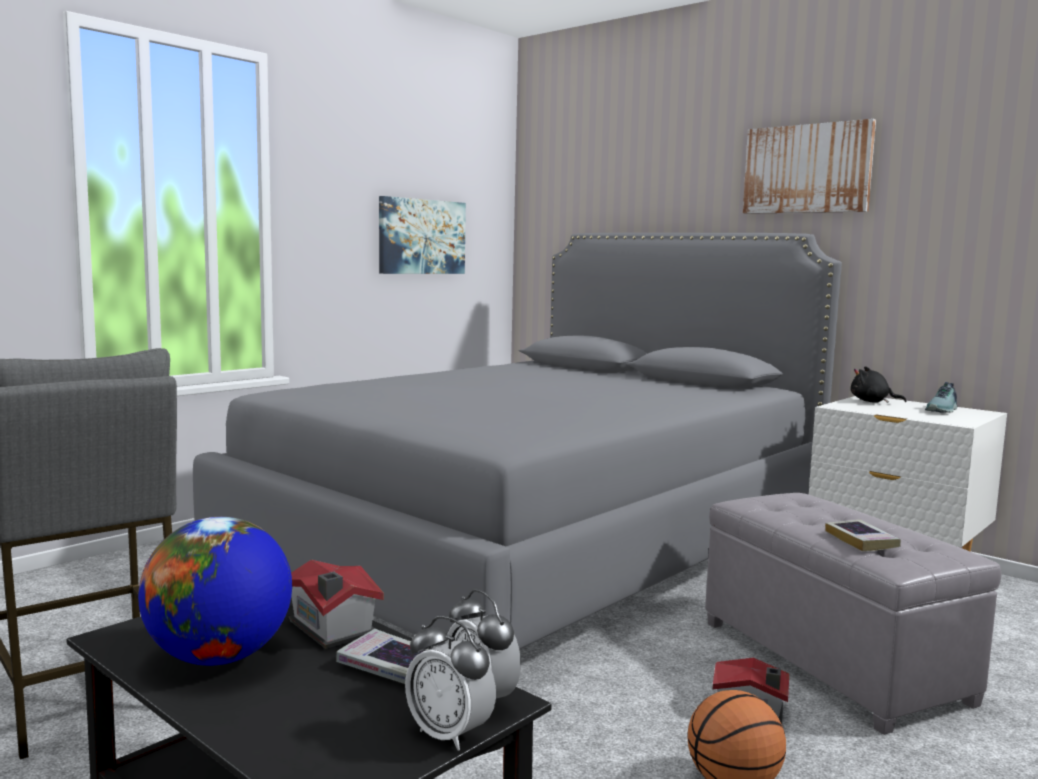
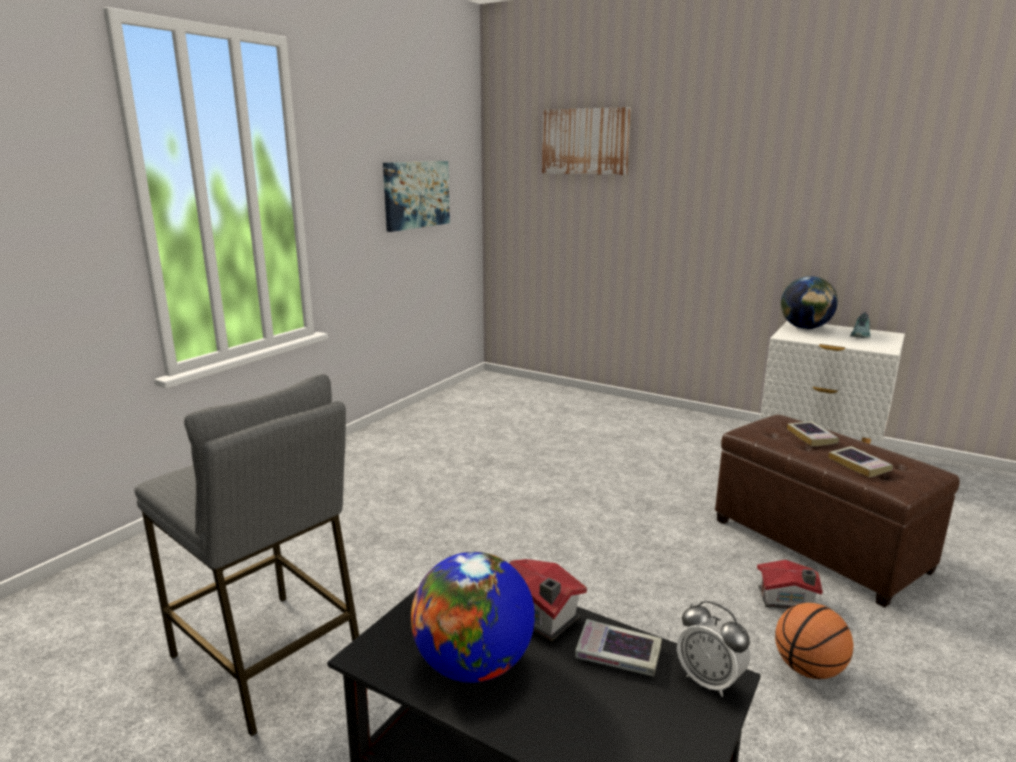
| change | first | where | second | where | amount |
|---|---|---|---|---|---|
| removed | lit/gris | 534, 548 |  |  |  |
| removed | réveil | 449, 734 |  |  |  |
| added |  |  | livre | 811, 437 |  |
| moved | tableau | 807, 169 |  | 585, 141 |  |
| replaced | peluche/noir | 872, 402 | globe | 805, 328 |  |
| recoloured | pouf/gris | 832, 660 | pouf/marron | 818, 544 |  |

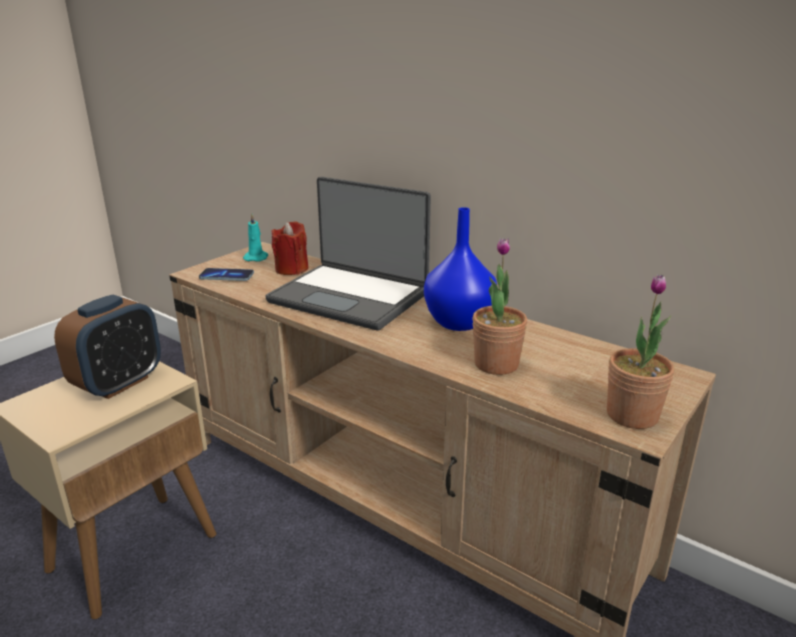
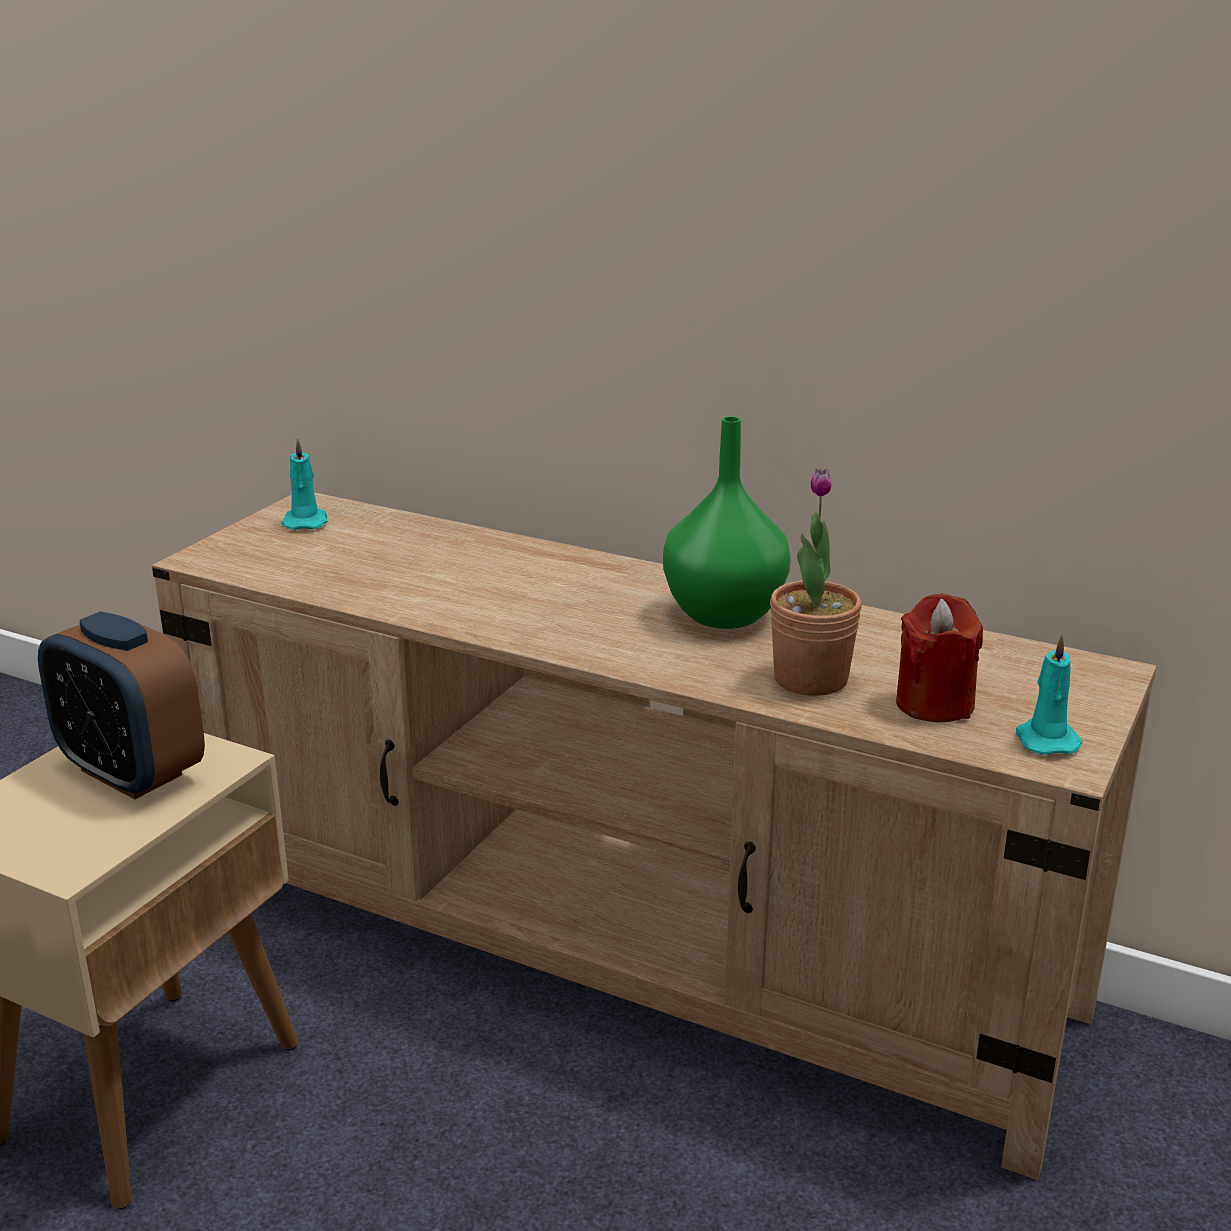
| change | first | where | second | where | amount |
|---|---|---|---|---|---|
| removed | téléphone | 226, 276 |  |  |  |
| removed | ordinateur portable | 350, 297 |  |  |  |
| moved | bougie/rouge | 291, 269 |  | 934, 704 |  |
| replaced | plante en pot | 632, 415 | bougie/turquoise | 1045, 739 |  |
| recoloured | vase/bleu | 457, 323 | vase/vert | 722, 615 |  |
| turned | réveil | 118, 383 |  | 131, 773 | 105 degrees clockwise |

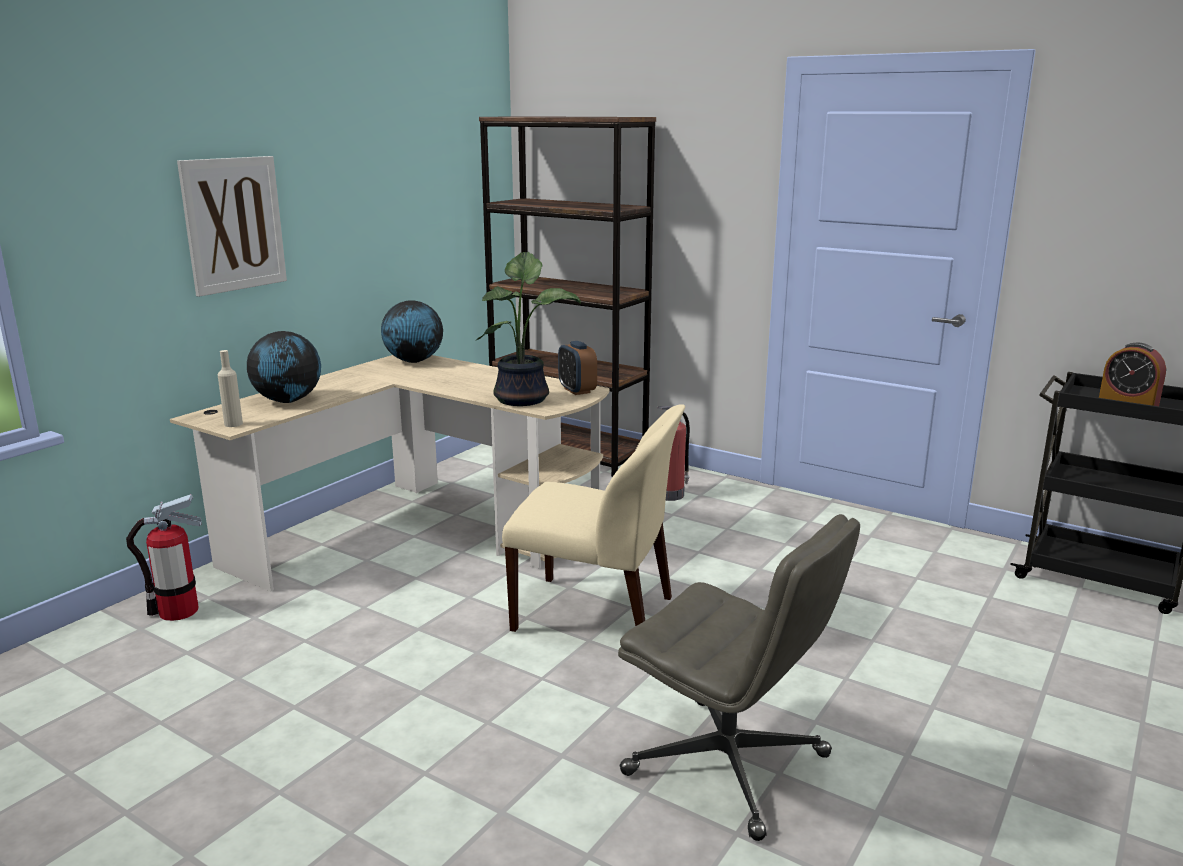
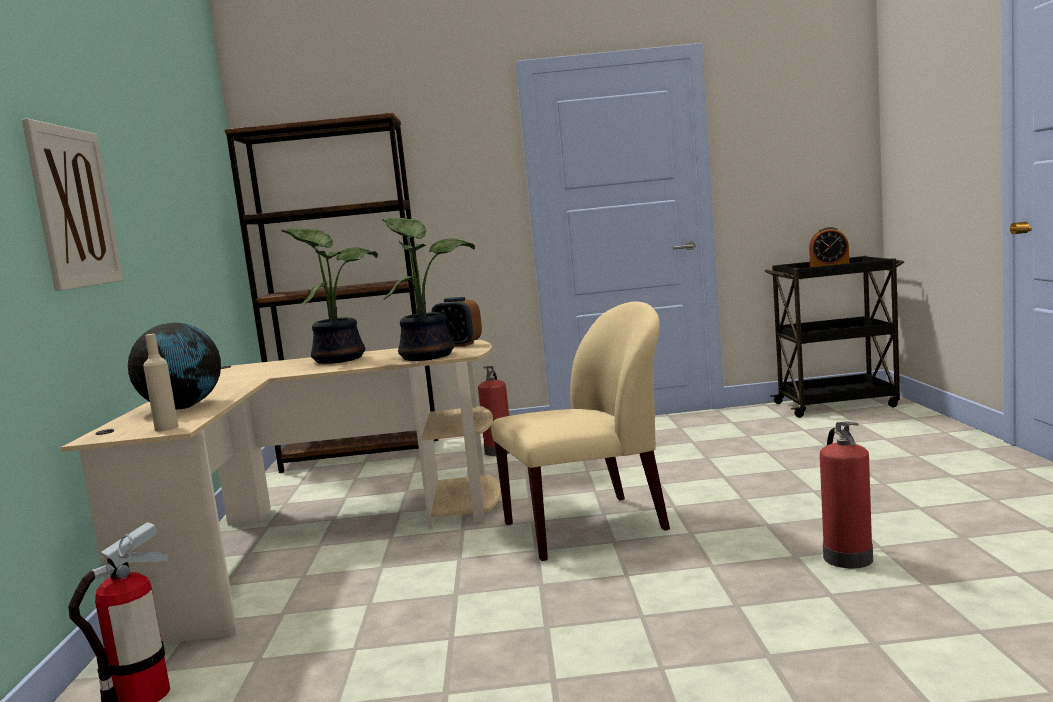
| change | first | where | second | where | amount |
|---|---|---|---|---|---|
| removed | globe | 413, 361 |  |  |  |
| added |  |  | plante en pot | 339, 359 |  |
| replaced | chaise de bureau/gris | 729, 765 | extincteur | 846, 557 |  |

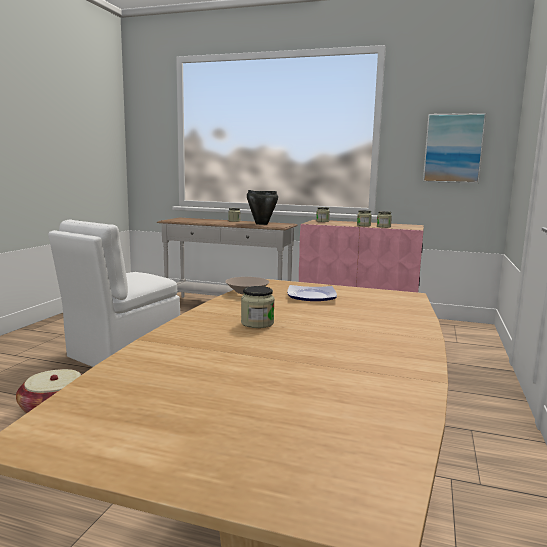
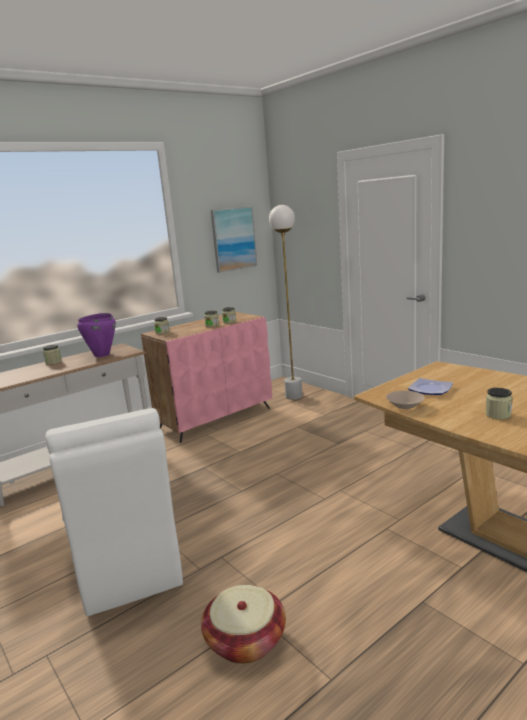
| change | first | where | second | where | amount |
|---|---|---|---|---|---|
| added |  |  | lampadaire/blanc | 294, 396 |  |
| recoloured | marmite/noir | 261, 224 | marmite/violet | 101, 355 |  |

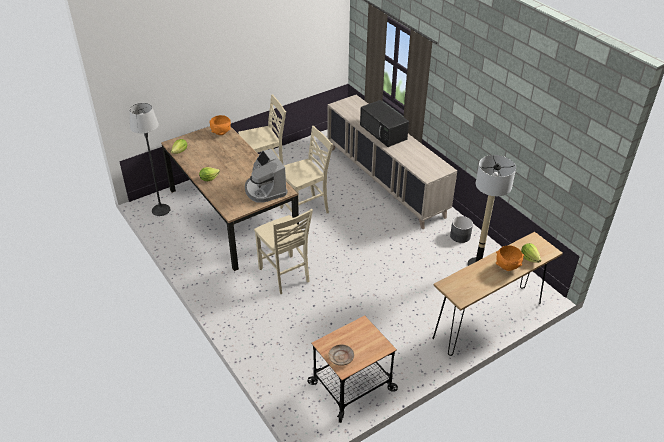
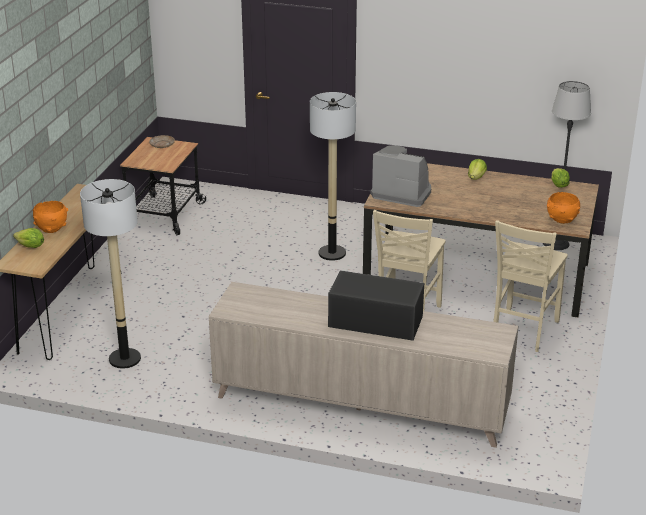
| change | first | where | second | where | amount |
|---|---|---|---|---|---|
| removed | cache-pot/gris | 460, 236 |  |  |  |
| replaced | chaise/beige | 285, 275 | lampadaire | 332, 253 |  |

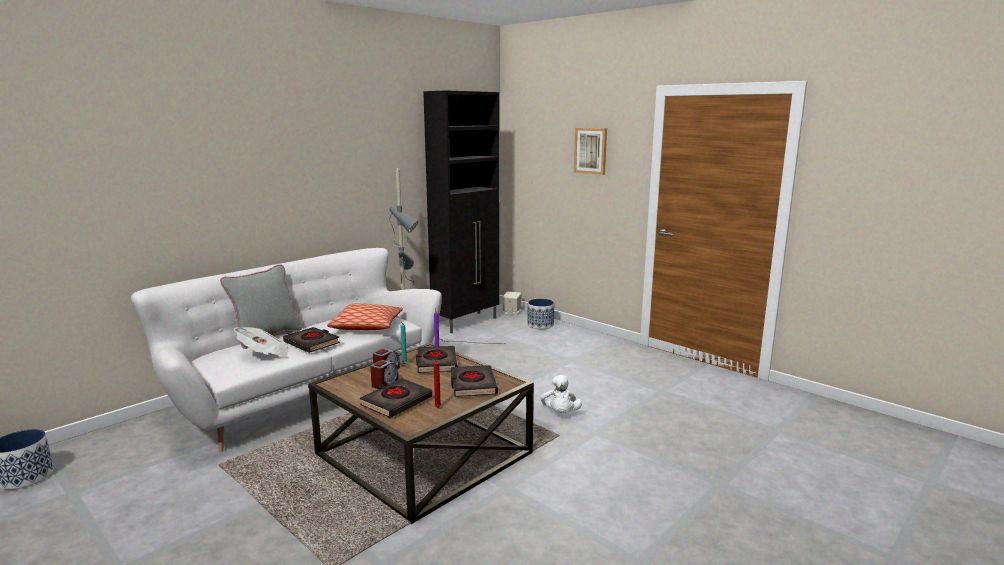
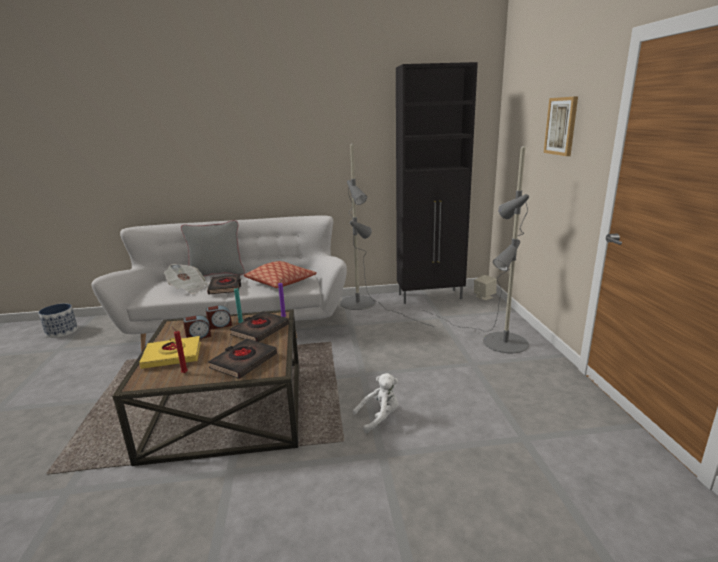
| change | first | where | second | where | amount |
|---|---|---|---|---|---|
| removed | cache-pot | 540, 325 |  |  |  |
| added |  |  | lampadaire/gris | 495, 339 |  |
| recoloured | livre/noir | 396, 402 | livre/jaune | 172, 356 |  |
| turned | peluche/blanc | 560, 413 |  | 379, 417 | 150 degrees counterclockwise |

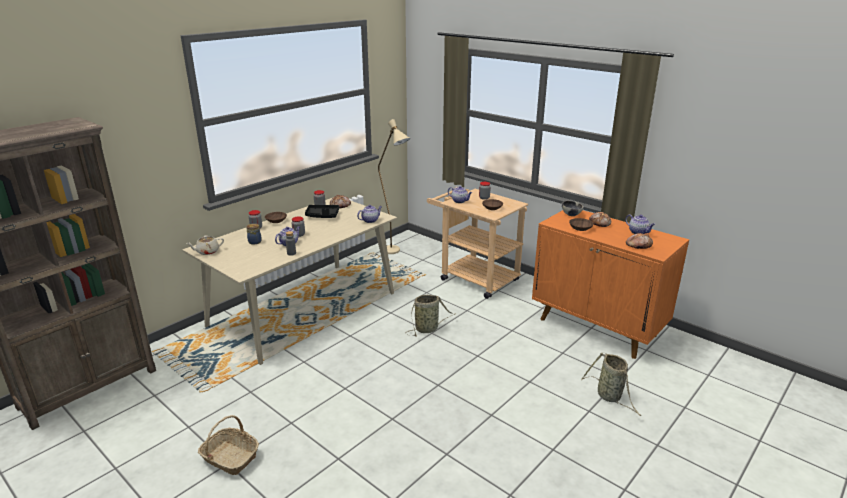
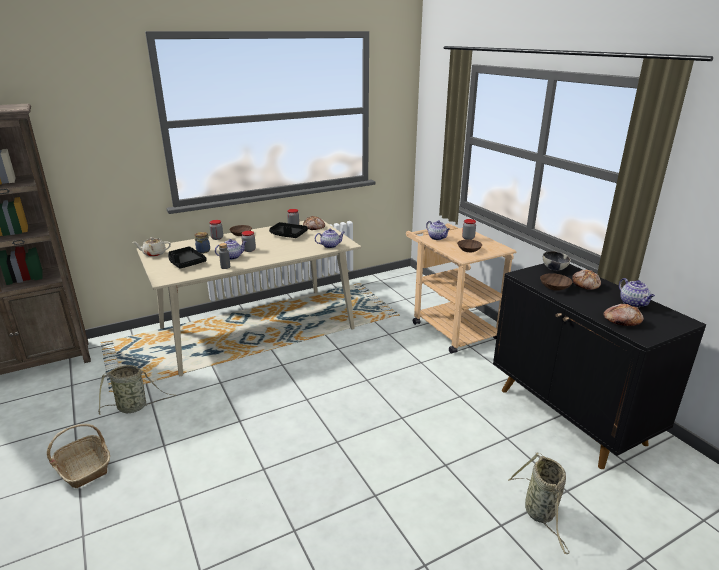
| change | first | where | second | where | amount |
|---|---|---|---|---|---|
| removed | lampadaire/beige | 395, 252 |  |  |  |
| added |  |  | plateau/noir | 185, 263 |  |
| moved | panier | 428, 328 |  | 134, 407 |  |
| recoloured | meuble de rangement/orange | 598, 327 | meuble de rangement/noir | 571, 416 |  |

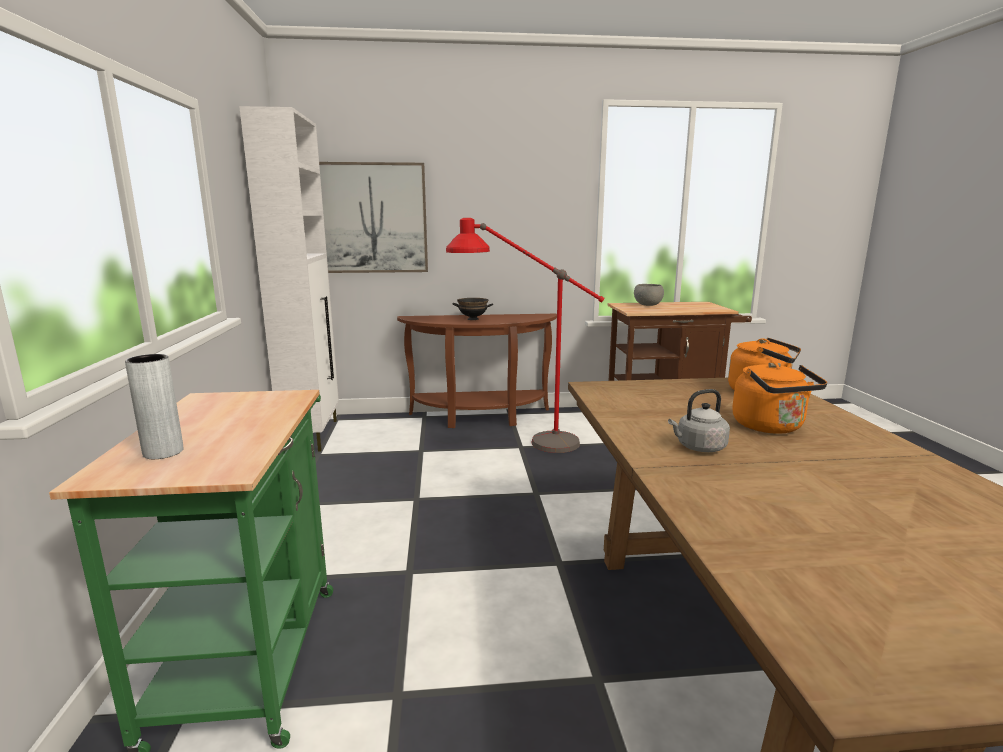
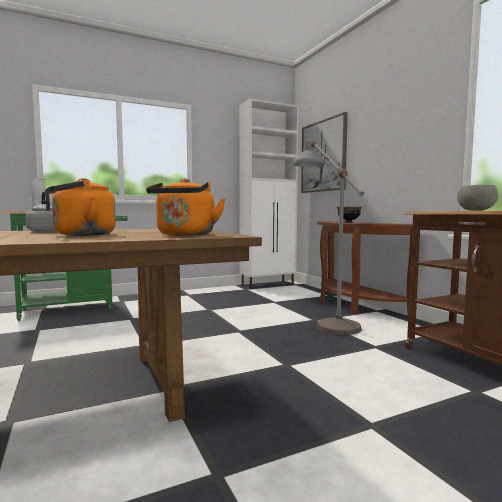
| change | first | where | second | where | amount |
|---|---|---|---|---|---|
| recoloured | lampadaire/rouge | 521, 442 | lampadaire/gris | 324, 319 |  |

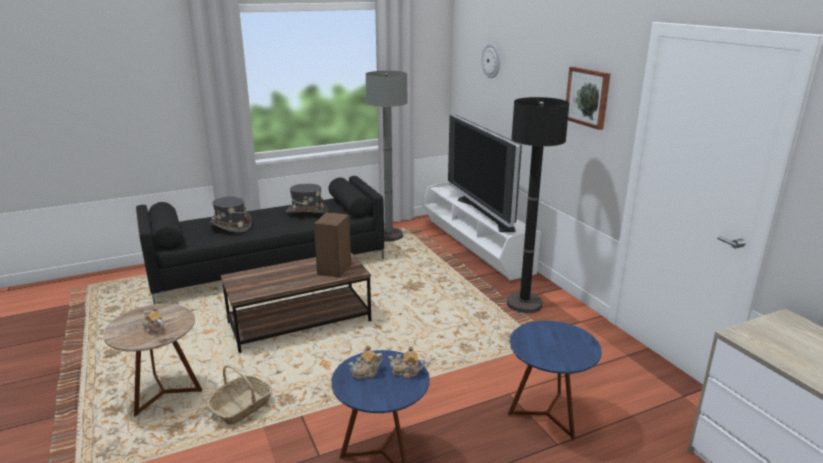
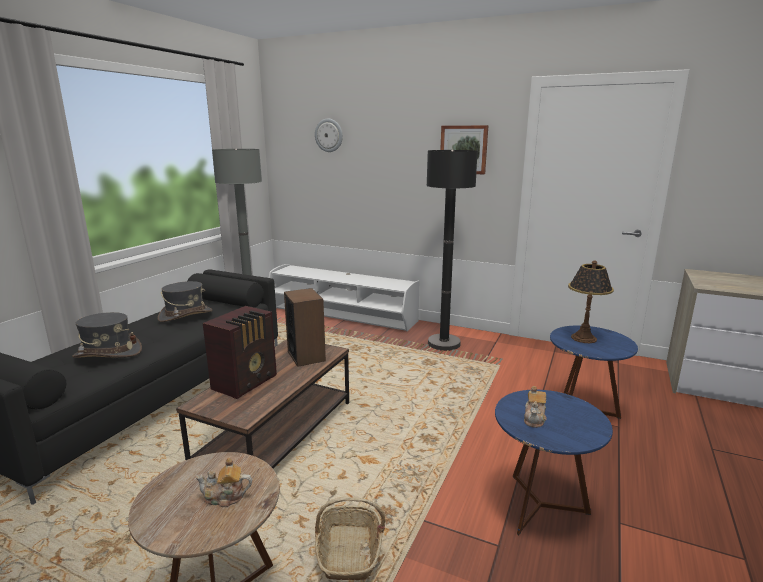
| change | first | where | second | where | amount |
|---|---|---|---|---|---|
| removed | théière | 406, 372 |  |  |  |
| removed | téléviseur | 485, 214 |  |  |  |
| added |  |  | radio | 246, 382 |  |
| added |  |  | lampe de table | 583, 338 |  |

